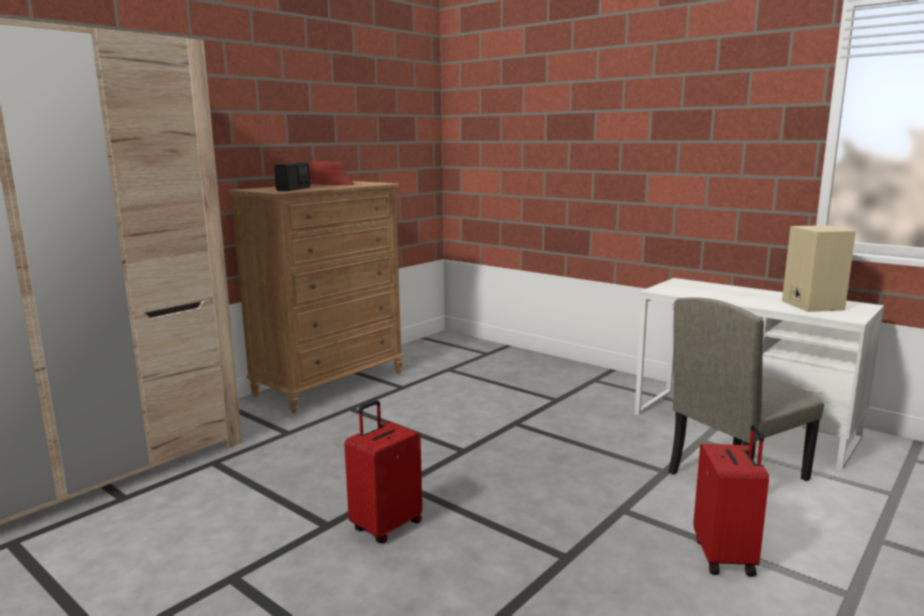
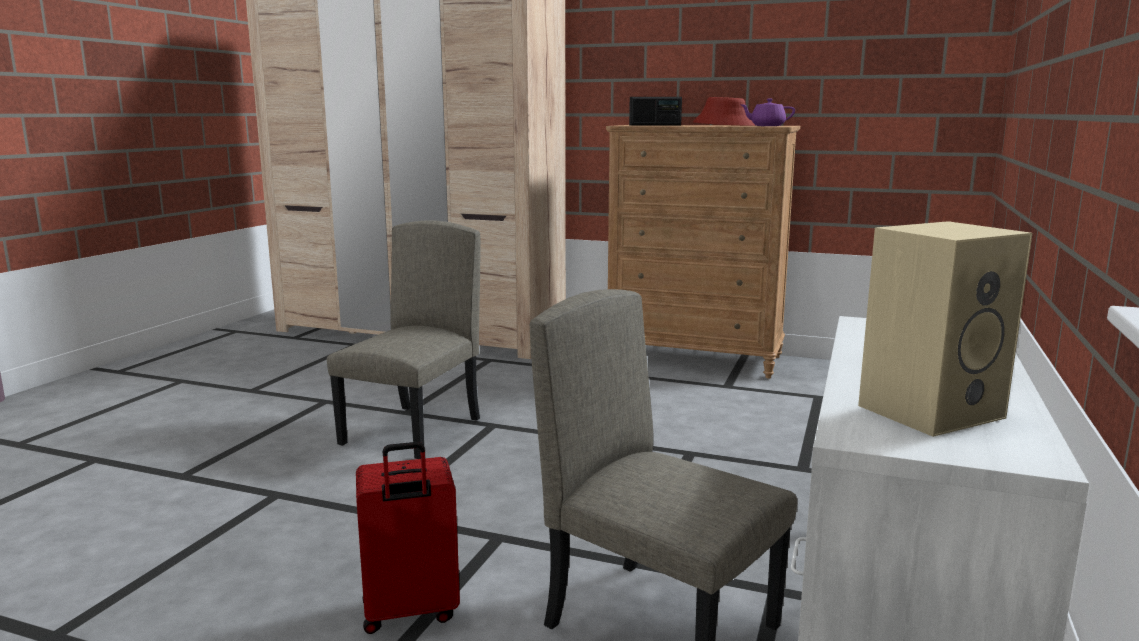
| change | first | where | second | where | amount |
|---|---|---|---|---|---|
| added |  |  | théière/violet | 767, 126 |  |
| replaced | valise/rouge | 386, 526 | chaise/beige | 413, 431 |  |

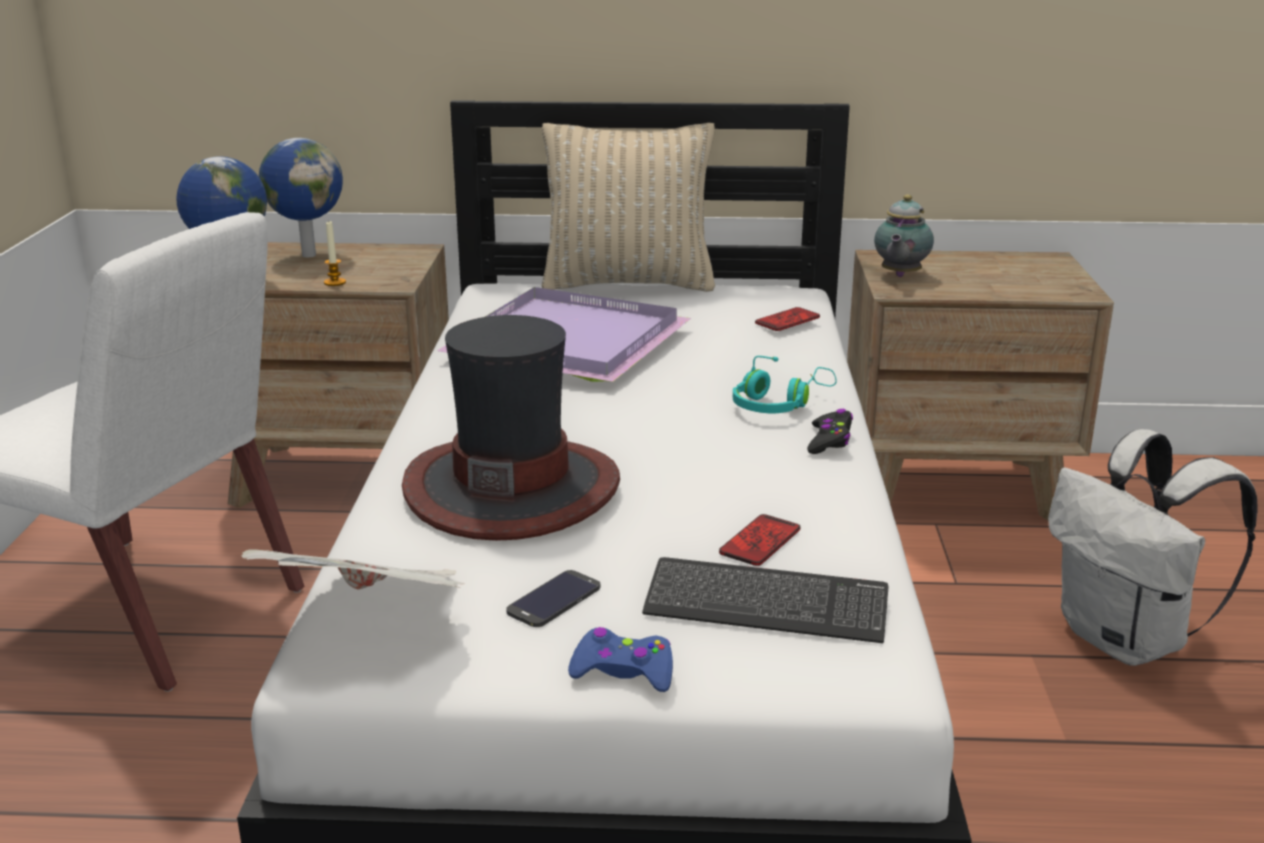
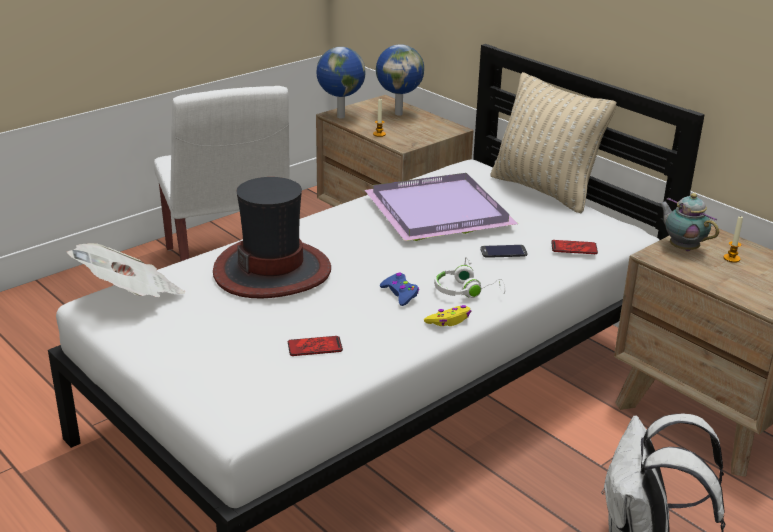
| change | first | where | second | where | amount |
|---|---|---|---|---|---|
| removed | clavier | 766, 605 |  |  |  |
| added |  |  | bougie | 731, 258 |  |
| moved | téléphone | 554, 599 |  | 503, 252 |  |
| moved | manette/bleu | 623, 671 |  | 400, 294 |  |
| recoloured | casque audio/turquoise | 778, 404 | casque audio/blanc | 466, 291 |  |
| recoloured | manette/noir | 830, 440 | manette/jaune | 449, 321 |  |
| turned | théière | 899, 275 |  | 682, 248 | 75 degrees clockwise |

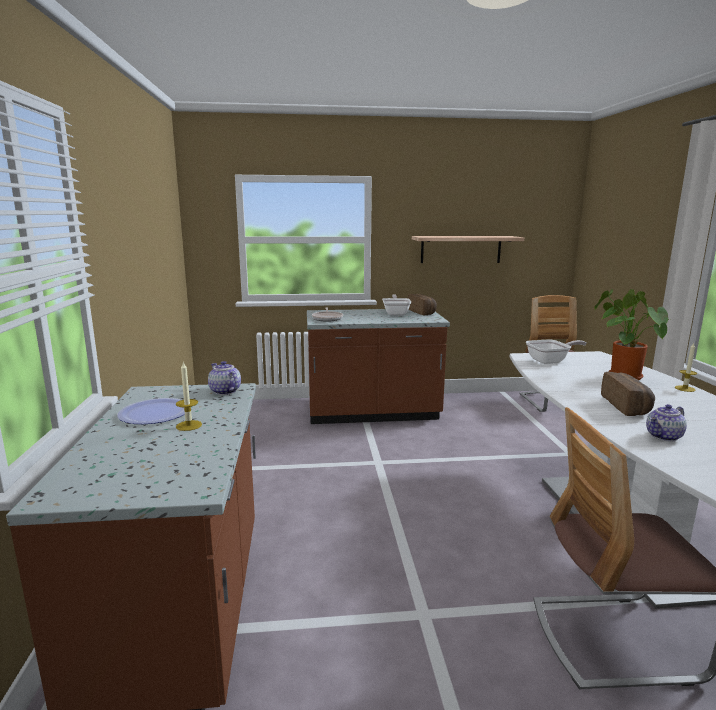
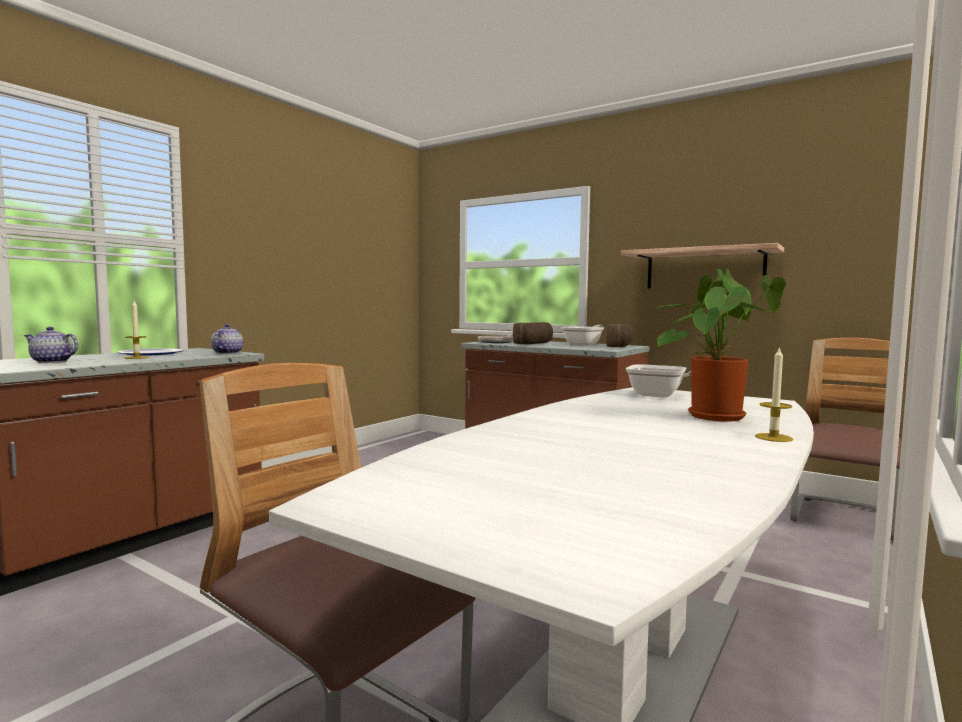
| change | first | where | second | where | amount |
|---|---|---|---|---|---|
| moved | pain | 627, 406 |  | 534, 343 |  |
| moved | théière | 664, 437 |  | 50, 362 |  |

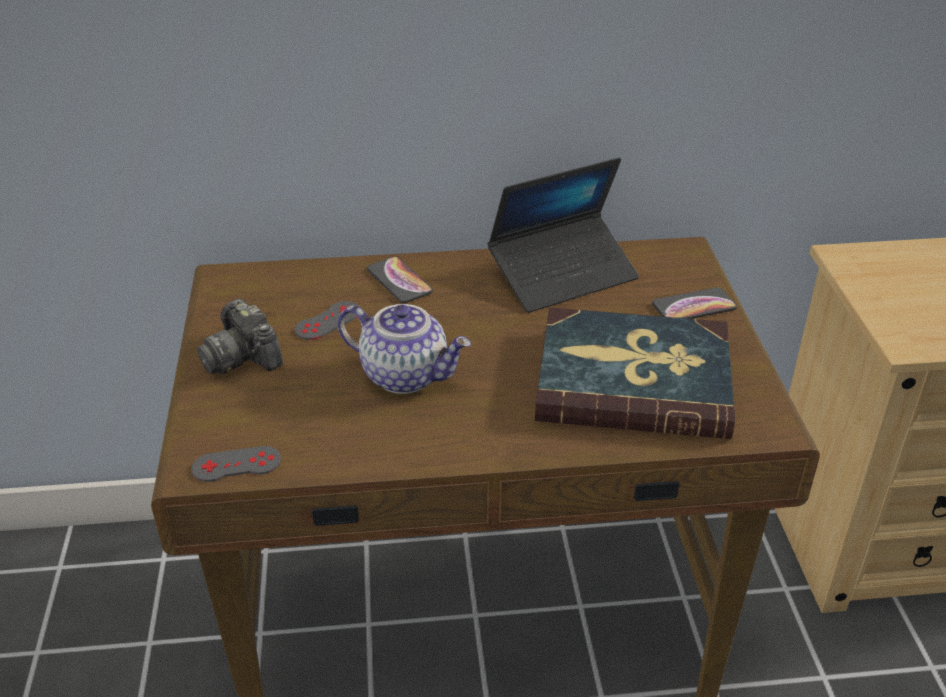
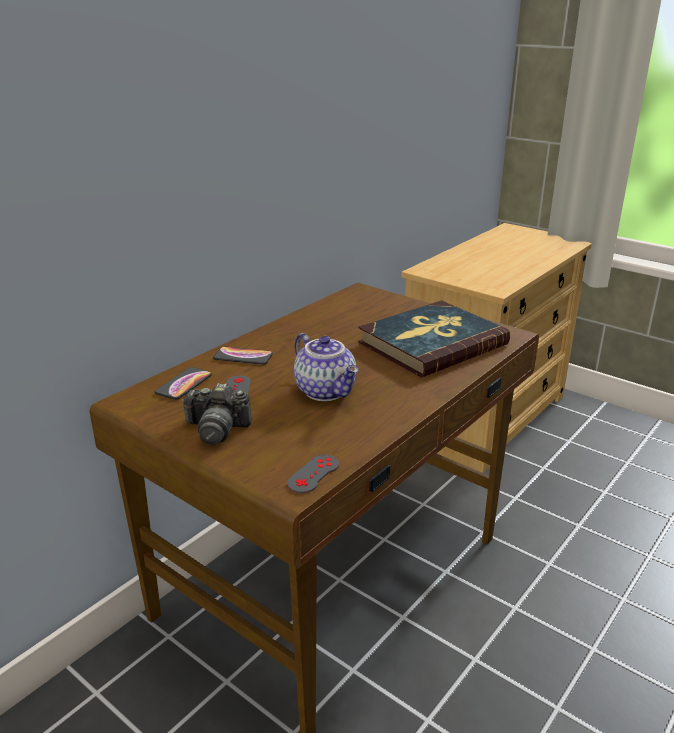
| change | first | where | second | where | amount |
|---|---|---|---|---|---|
| removed | ordinateur portable | 563, 274 |  |  |  |
| moved | téléphone | 694, 306 |  | 184, 384 |  |
| turned | théière | 406, 375 |  | 327, 391 | 75 degrees clockwise |

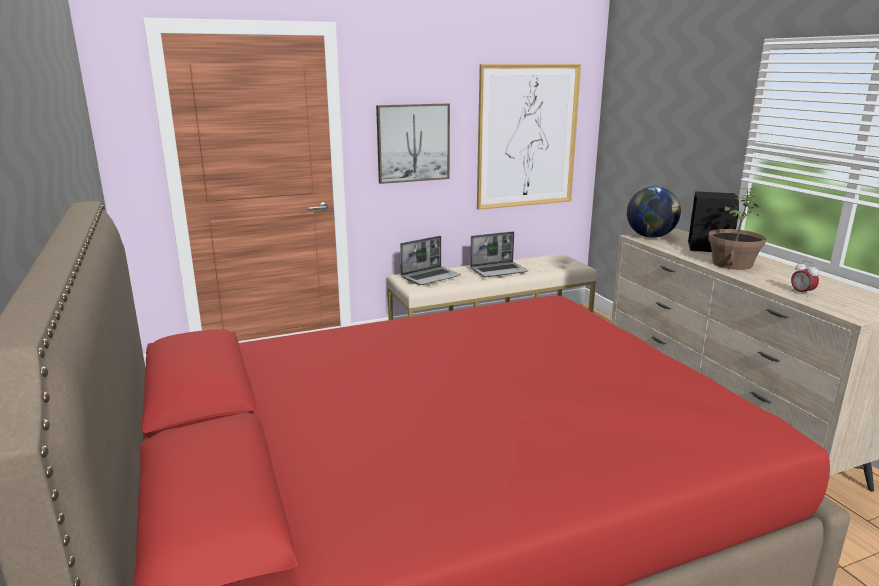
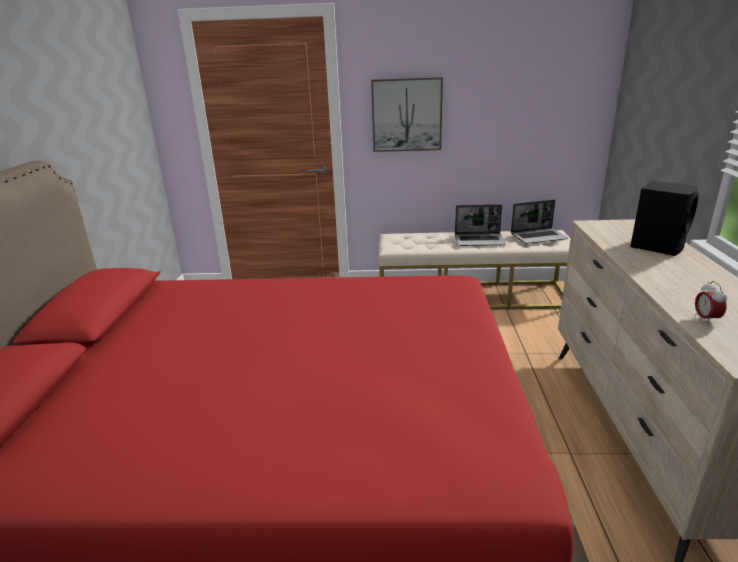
| change | first | where | second | where | amount |
|---|---|---|---|---|---|
| removed | tableau | 527, 136 |  |  |  |
| removed | globe | 650, 236 |  |  |  |
| removed | plante en pot | 731, 264 |  |  |  |
| moved | ordinateur portable | 431, 277 |  | 539, 237 |  |

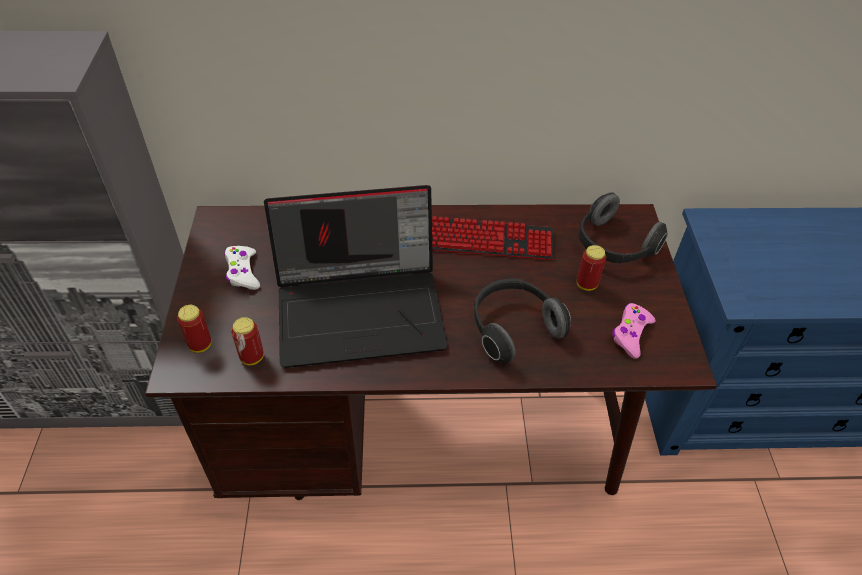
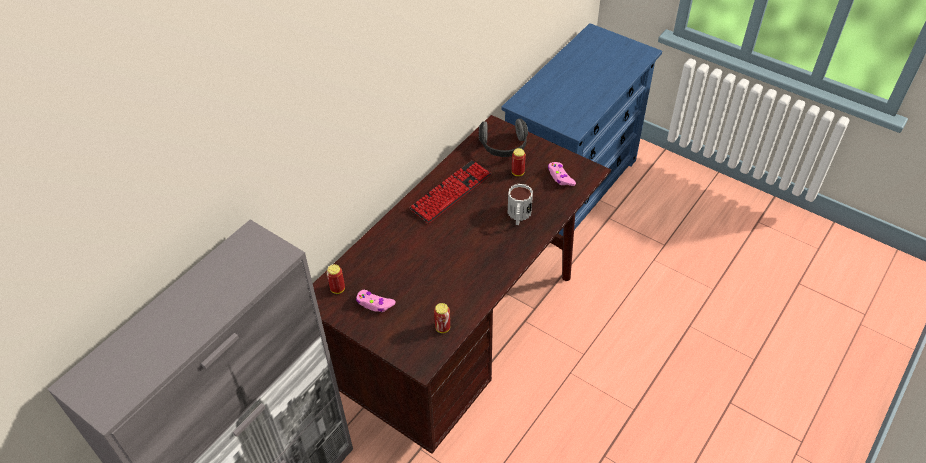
| change | first | where | second | where | amount |
|---|---|---|---|---|---|
| removed | ordinateur portable | 362, 308 |  |  |  |
| moved | boîte métallique | 200, 345 |  | 337, 289 |  |
| replaced | casque audio | 513, 328 | mug | 518, 216 |  |
| recoloured | manette/blanc | 243, 272 | manette/rose | 374, 304 |  |

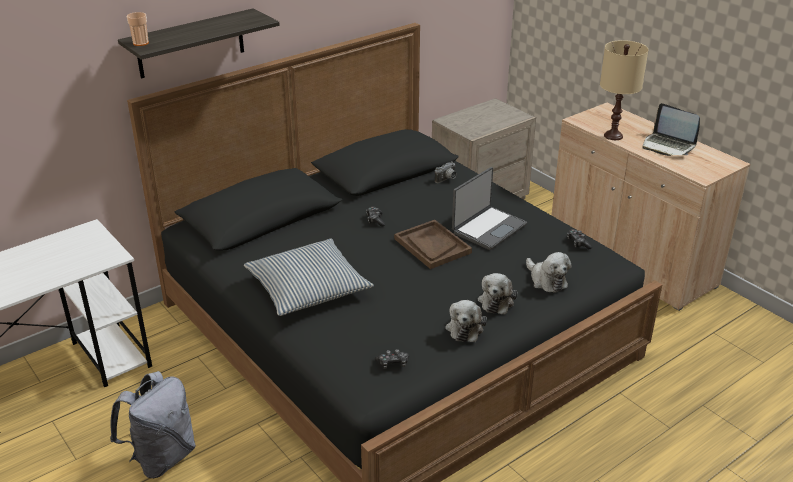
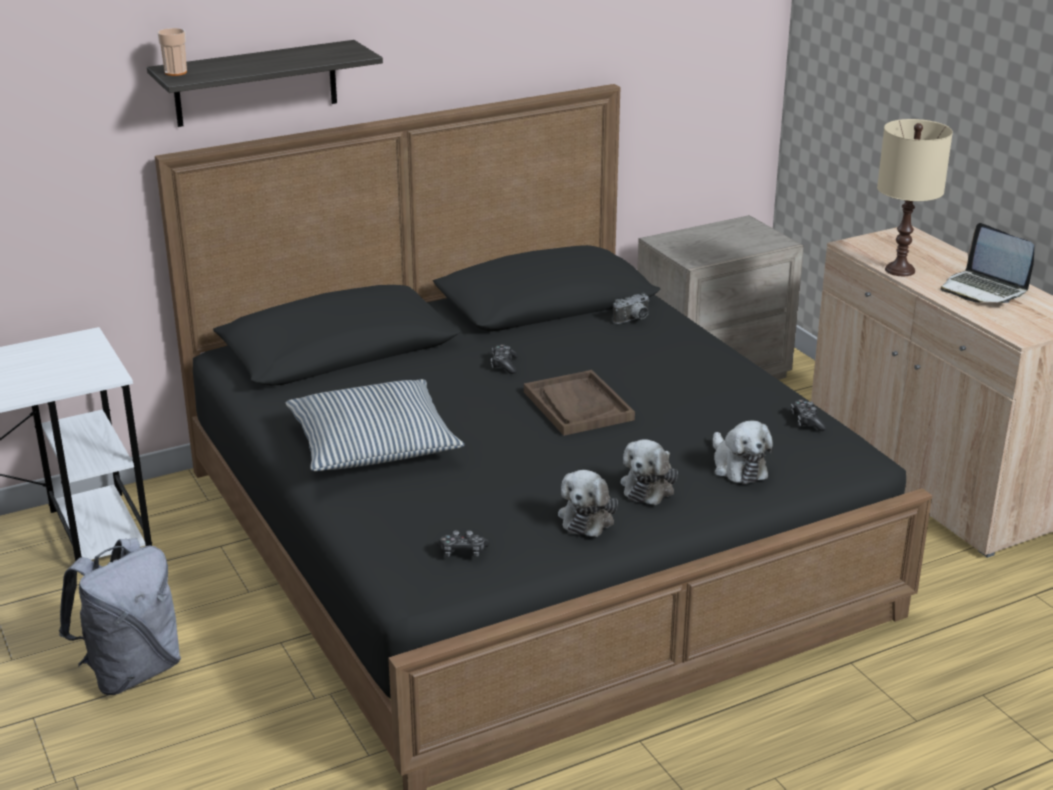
| change | first | where | second | where | amount |
|---|---|---|---|---|---|
| removed | ordinateur portable | 488, 228 |  |  |  |

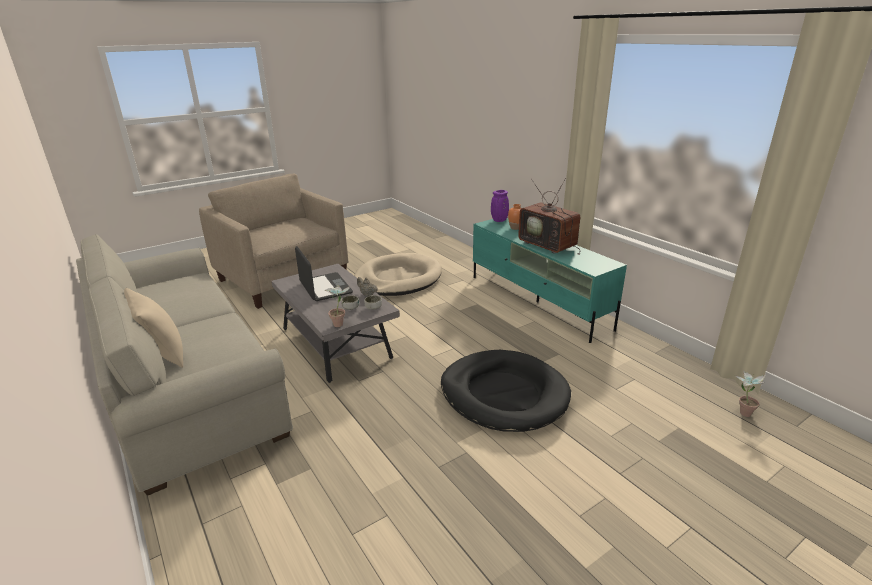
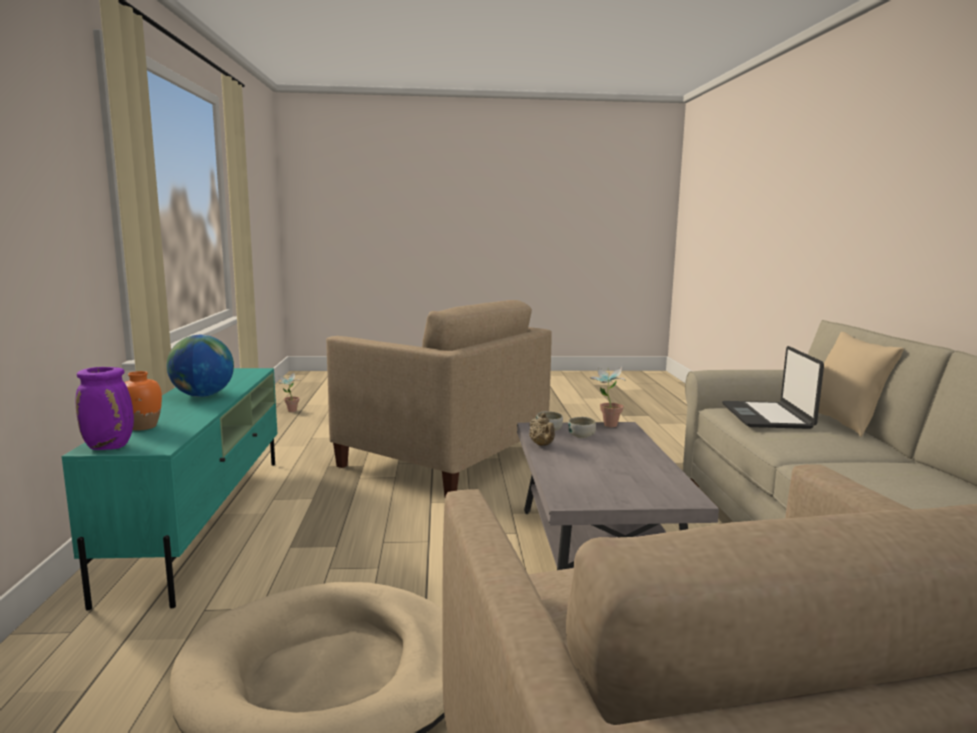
| change | first | where | second | where | amount |
|---|---|---|---|---|---|
| moved | ordinateur portable | 325, 288 |  | 767, 416 |  |
| replaced | panier pour chien/noir | 504, 394 | fauteuil/beige | 442, 457 |  |
| replaced | téléviseur | 549, 245 | globe | 203, 395 |  |

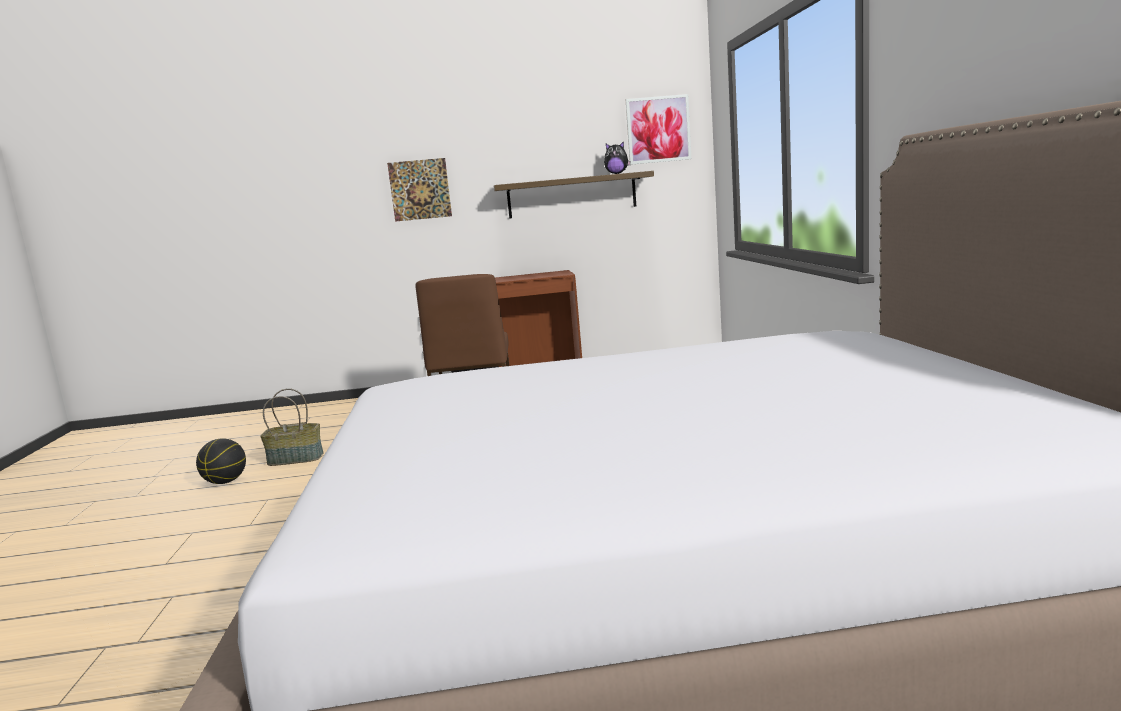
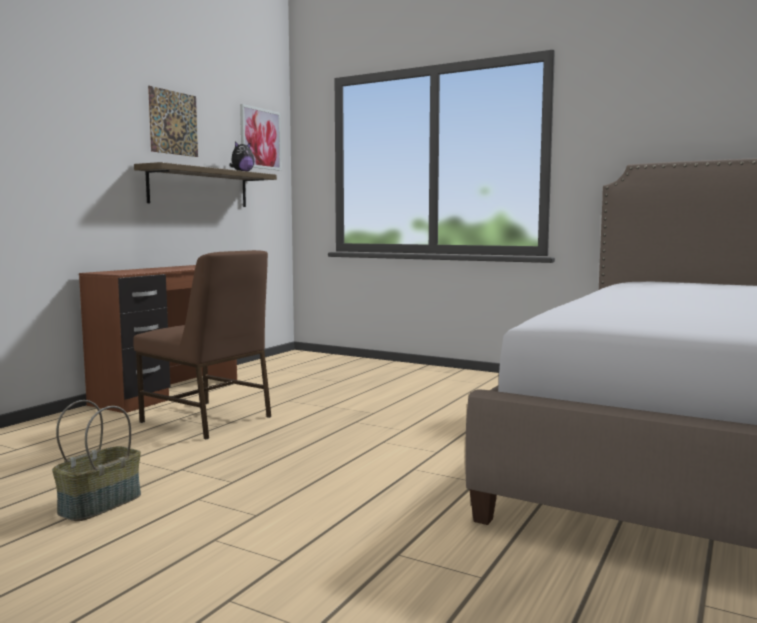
| change | first | where | second | where | amount |
|---|---|---|---|---|---|
| removed | ballon de basket | 225, 482 |  |  |  |
| moved | tableau | 420, 189 |  | 173, 123 |  |

